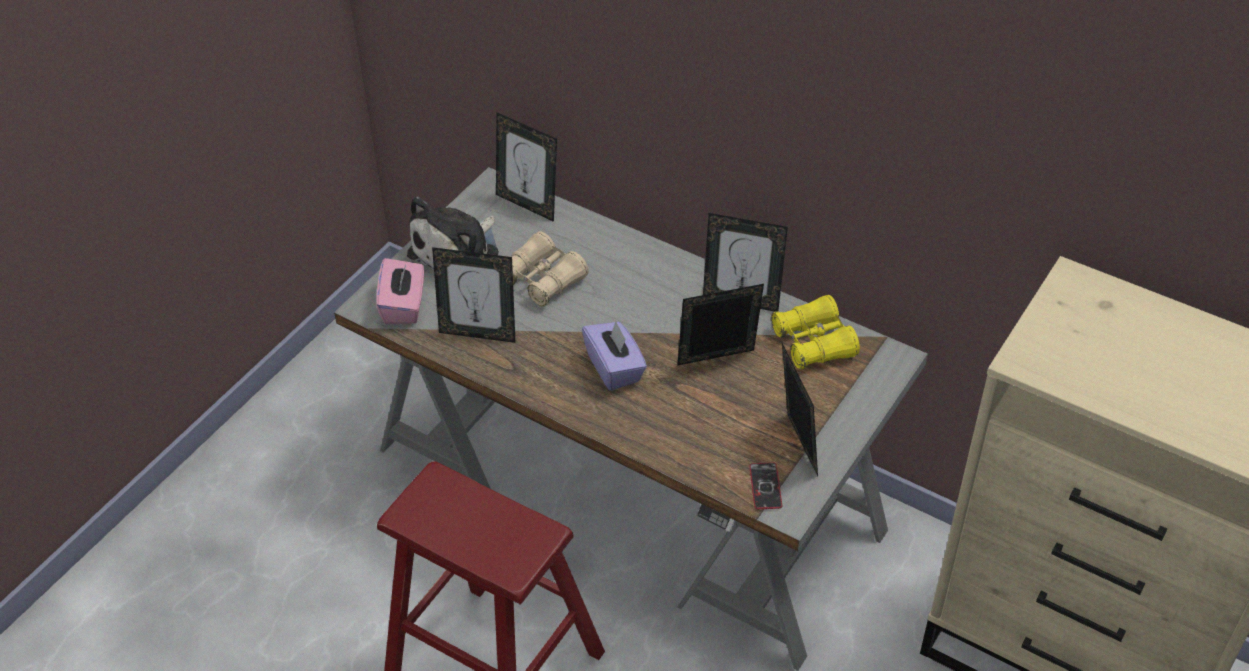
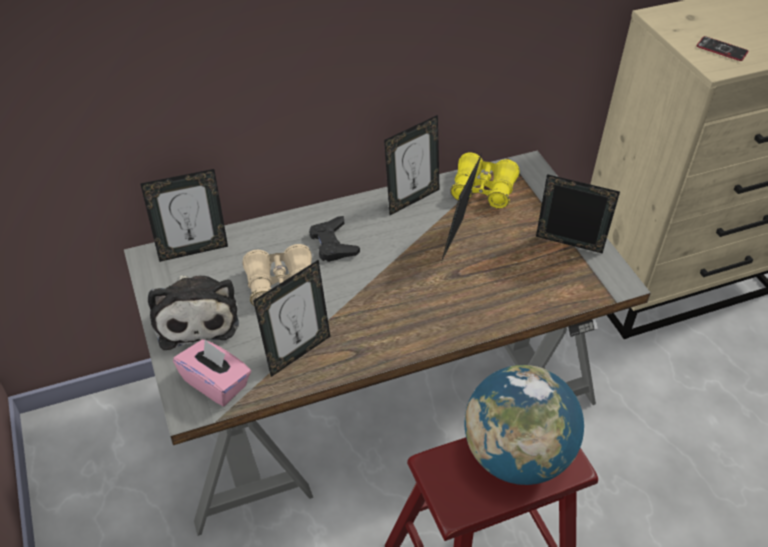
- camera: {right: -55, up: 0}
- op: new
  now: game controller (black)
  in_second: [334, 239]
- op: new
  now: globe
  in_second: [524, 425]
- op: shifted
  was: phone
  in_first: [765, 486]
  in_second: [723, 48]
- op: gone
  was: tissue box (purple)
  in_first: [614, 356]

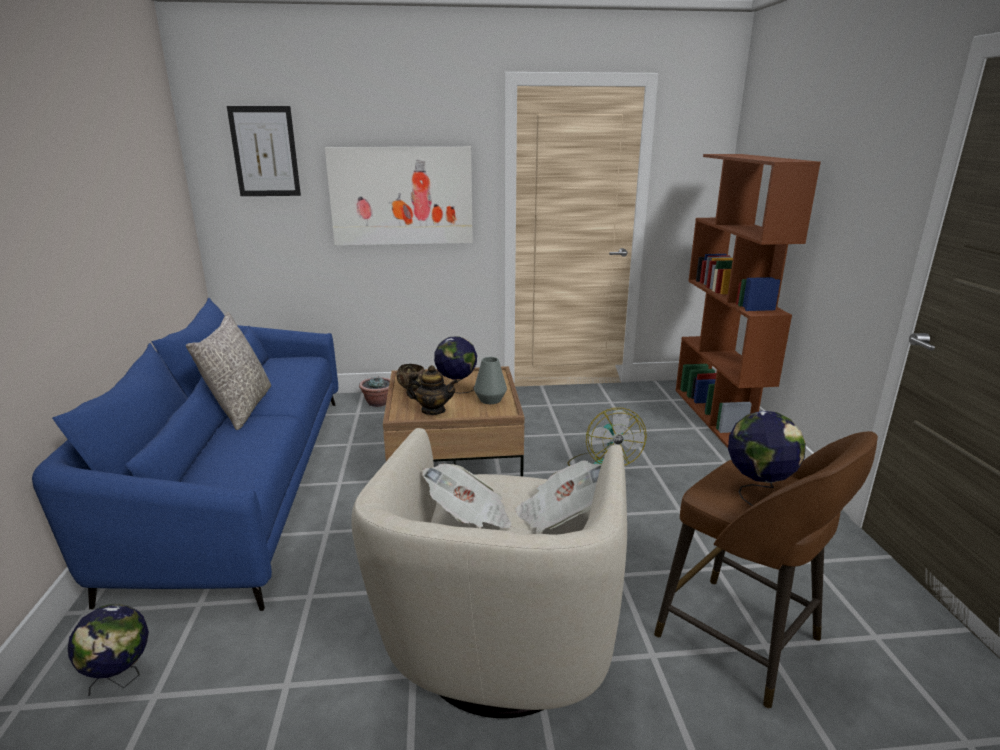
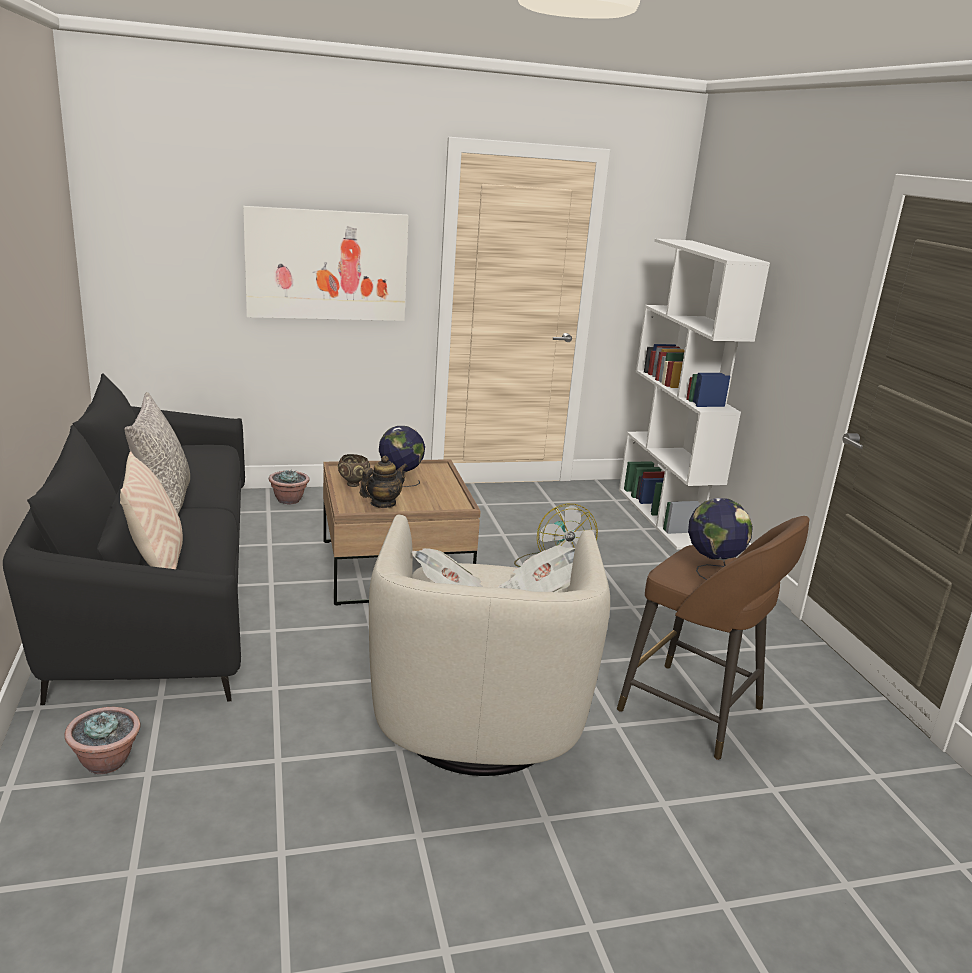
- camera: {right: -10, up: 0}
- op: repainted
  was: sofa (blue)
  now: sofa (black)
  in_first: [185, 454]
  in_second: [124, 539]
- op: swapped
  was: globe
  now: potted plant
  in_first: [108, 650]
  in_second: [102, 740]
- op: new
  now: pillow (beige)
  in_second: [151, 510]
- op: rotated
  was: teapot
  in_first: [432, 390]
  in_second: [383, 481]
  clockwise: -45
- op: repainted
  was: bookcase (brown)
  now: bookcase (white)
  in_first: [748, 301]
  in_second: [694, 394]
- op: gone
  was: picture
  in_first: [264, 151]
- op: gone
  was: vase (grey)
  in_first: [490, 380]

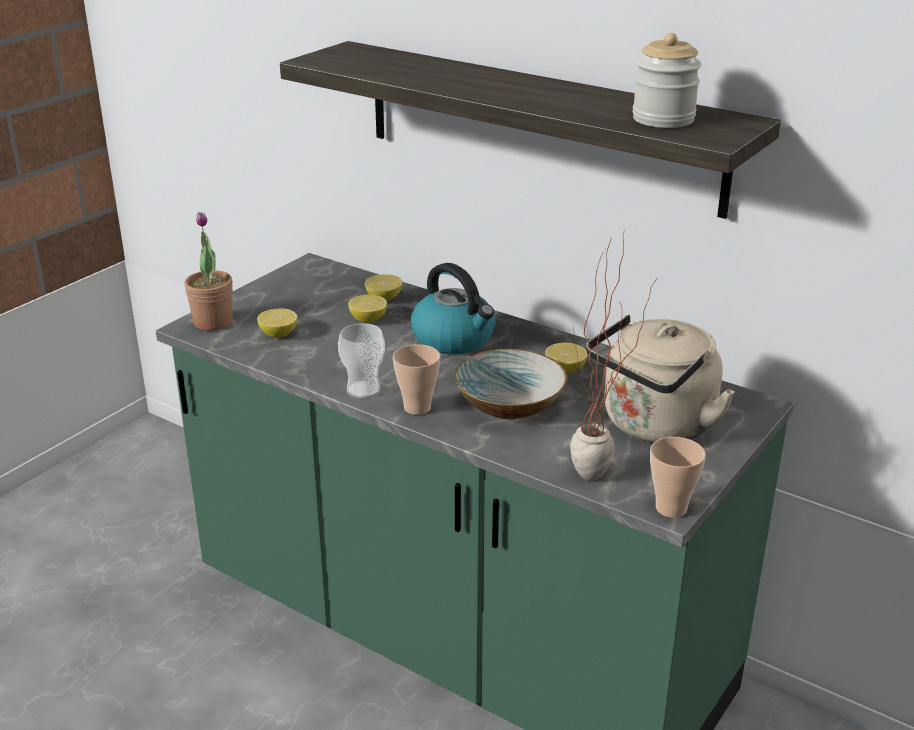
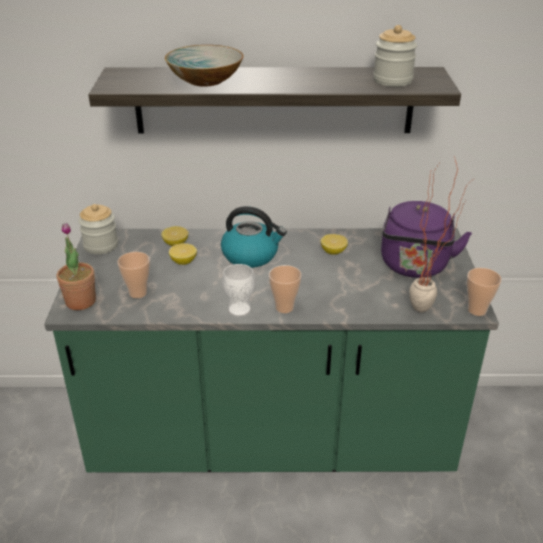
- camera: {right: -35, up: 5}
- op: new
  now: jar
  in_second: [98, 229]
- op: swapped
  was: lemon
  now: cup
  in_first: [277, 323]
  in_second: [133, 275]
- op: shifted
  was: bowl
  in_first: [510, 384]
  in_second: [204, 66]
- op: repainted
  was: kettle (beige)
  now: kettle (purple)
  in_first: [660, 379]
  in_second: [426, 239]

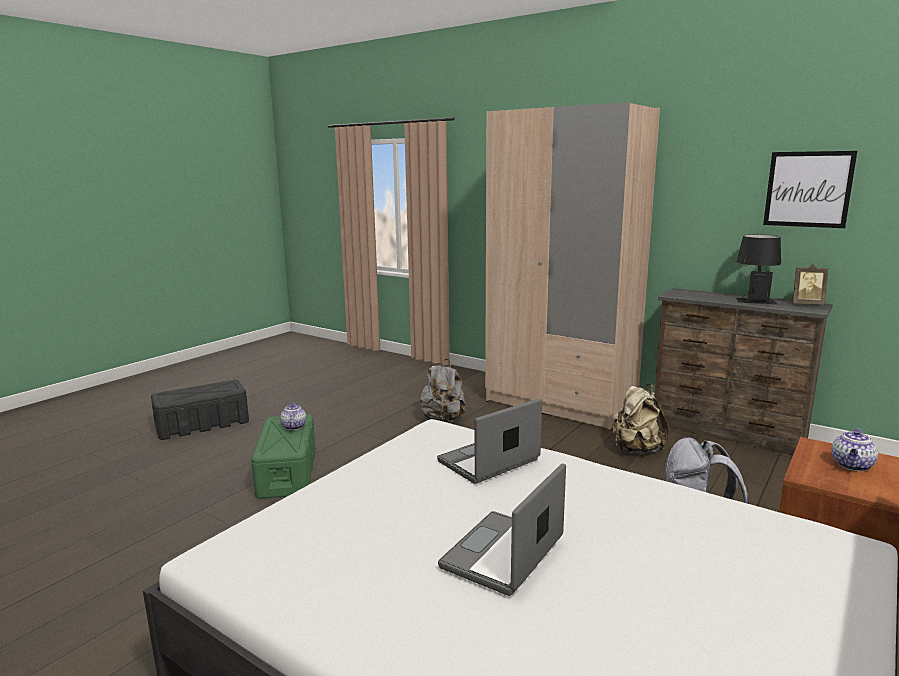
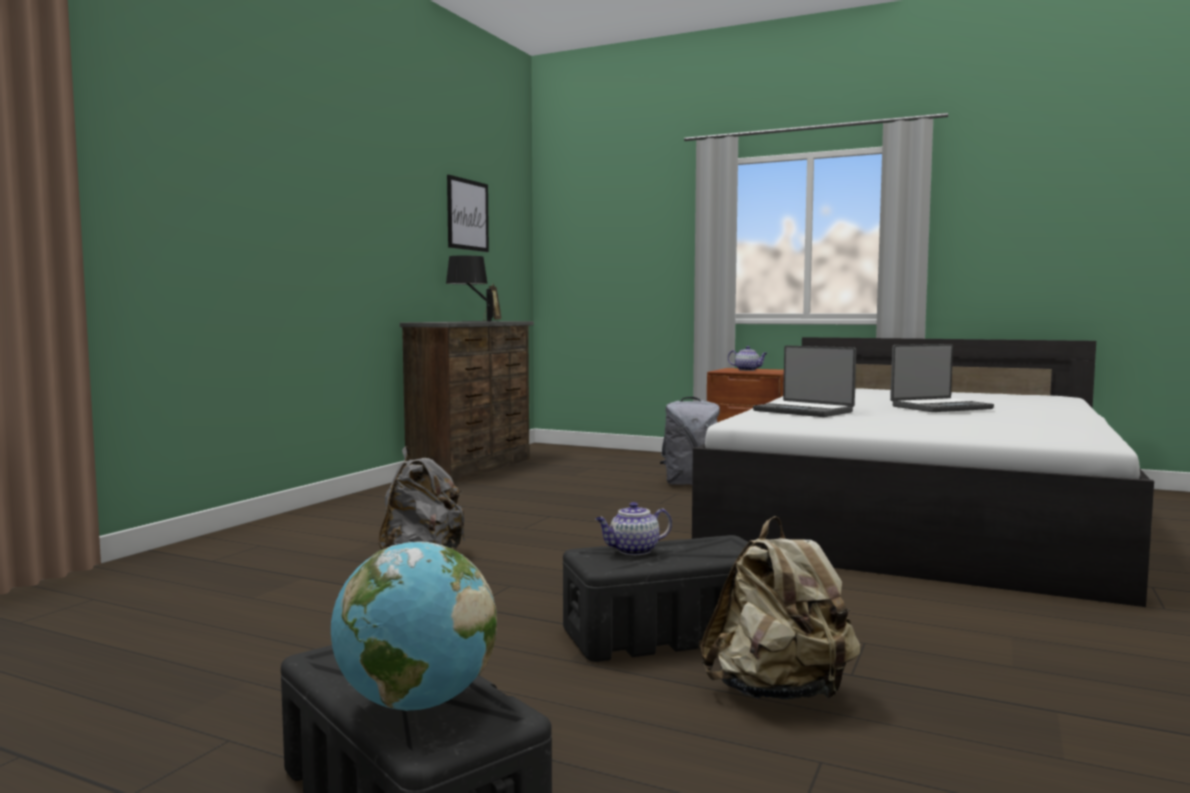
- camera: {right: -100, up: -10}
- op: new
  now: globe
  in_second: [414, 626]
- op: repainted
  was: storage box (green)
  now: storage box (black)
  in_first: [283, 457]
  in_second: [655, 598]
- op: shifted
  was: backpack (beige)
  in_first: [640, 418]
  in_second: [780, 608]
- op: rotated
  was: laptop
  in_first: [502, 529]
  in_second: [942, 378]
  clockwise: -45
- op: gone
  was: wardrobe (beige)
  in_first: [572, 266]

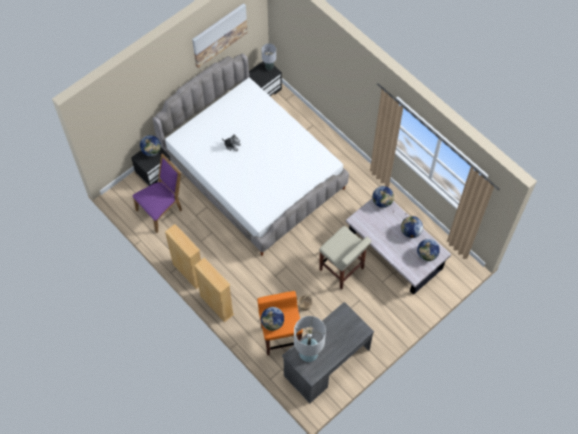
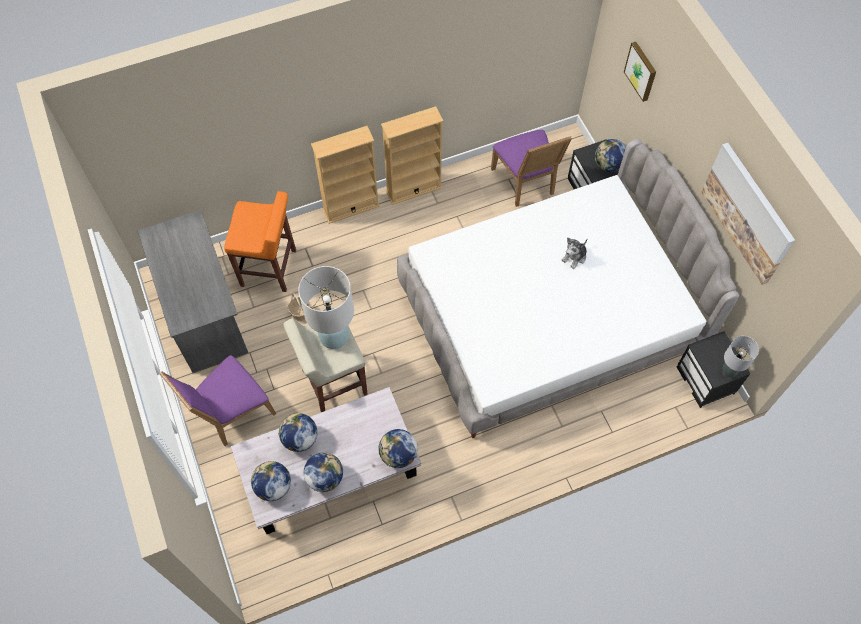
- camera: {right: 110, up: 0}
- op: new
  now: chair (purple)
  in_second: [217, 400]
- op: shifted
  was: globe
  in_first: [272, 319]
  in_second: [298, 432]
- op: shifted
  was: table lamp (white)
  in_first: [310, 339]
  in_second: [326, 307]
- op: new
  now: picture
  in_second: [640, 72]

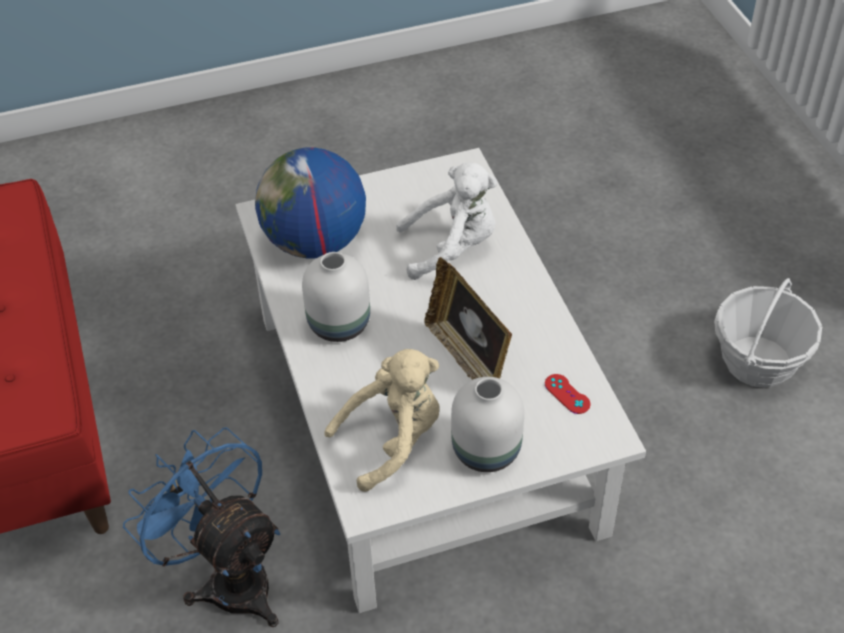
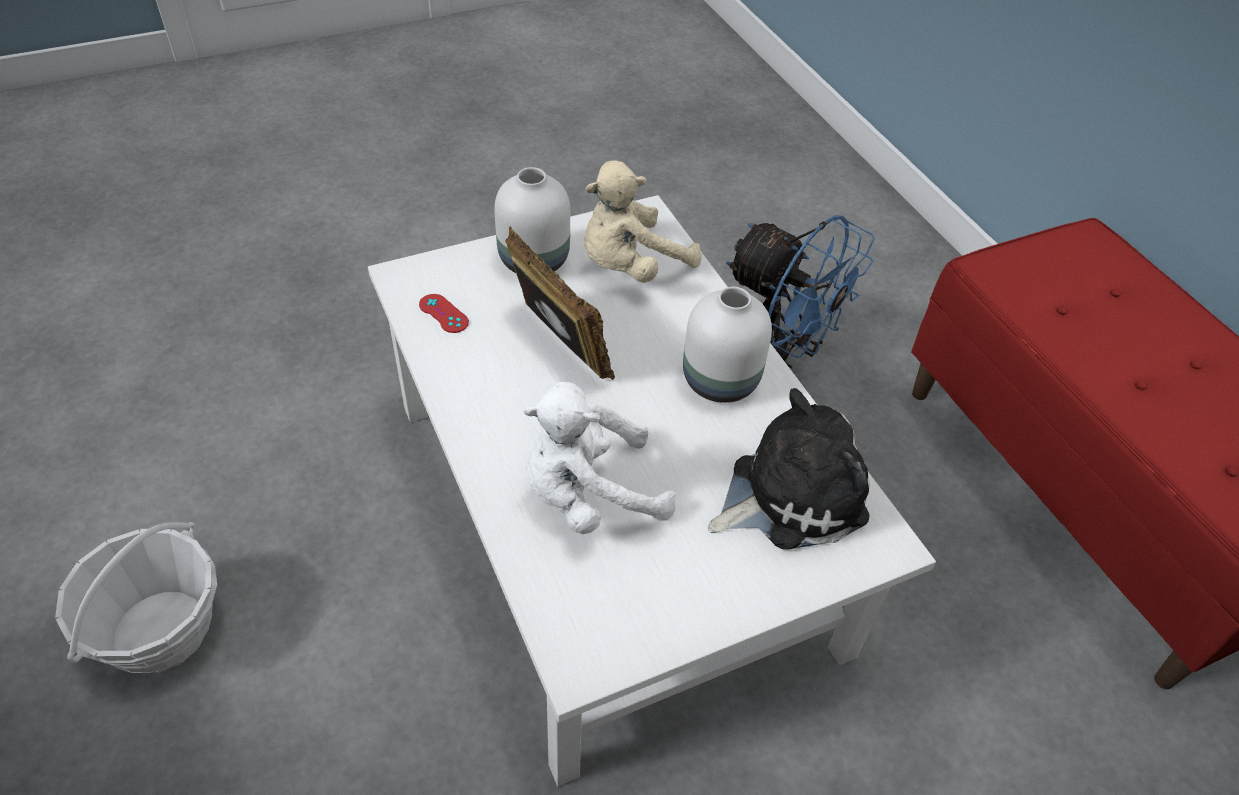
- camera: {right: 170, up: 0}
- op: swapped
  was: globe
  now: plush toy
  in_first: [310, 202]
  in_second: [789, 469]

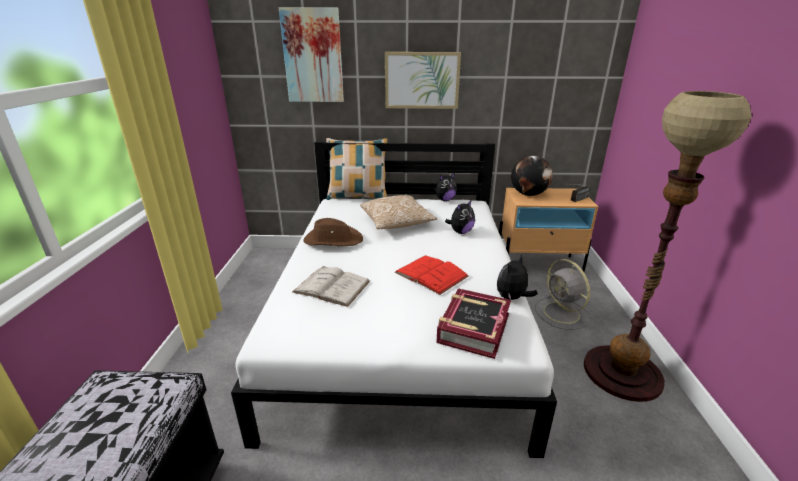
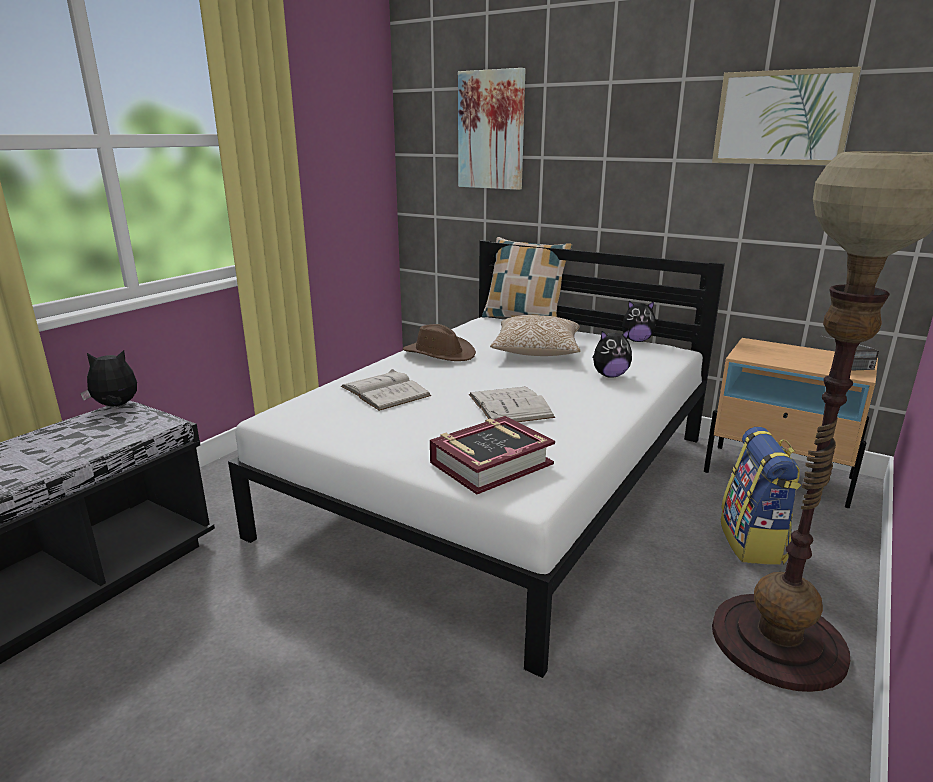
- camera: {right: 30, up: -5}
- op: shifted
  was: plush toy
  in_first: [517, 277]
  in_second: [108, 378]
- op: repainted
  was: book (red)
  now: book (white)
  in_first: [432, 275]
  in_second: [512, 404]
- op: shifted
  was: picture
  in_first: [423, 80]
  in_second: [786, 115]
- op: swapped
  was: fan (grey)
  now: backpack
  in_first: [563, 294]
  in_second: [761, 496]
- op: gone
  was: globe
  in_first: [532, 175]

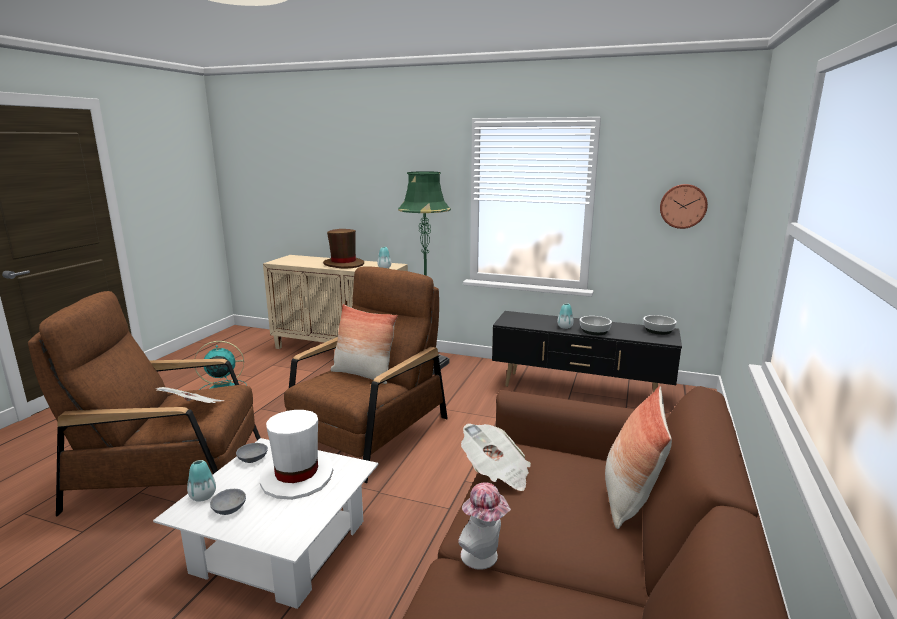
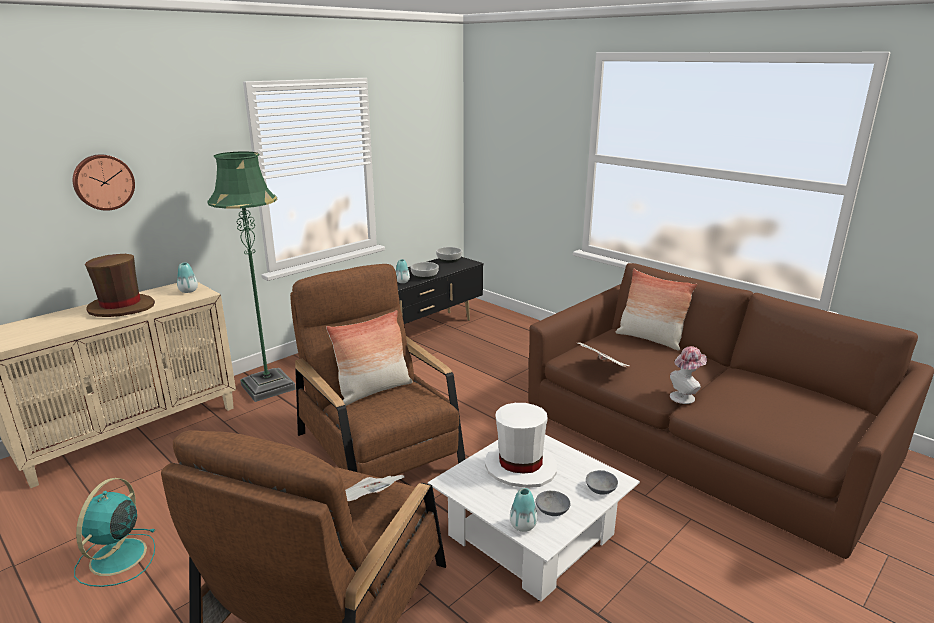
- camera: {right: -65, up: 5}
- op: shifted
  was: wall clock
  in_first: [684, 206]
  in_second: [104, 182]
- op: shifted
  was: bowl (grey)
  in_first: [252, 453]
  in_second: [602, 482]

